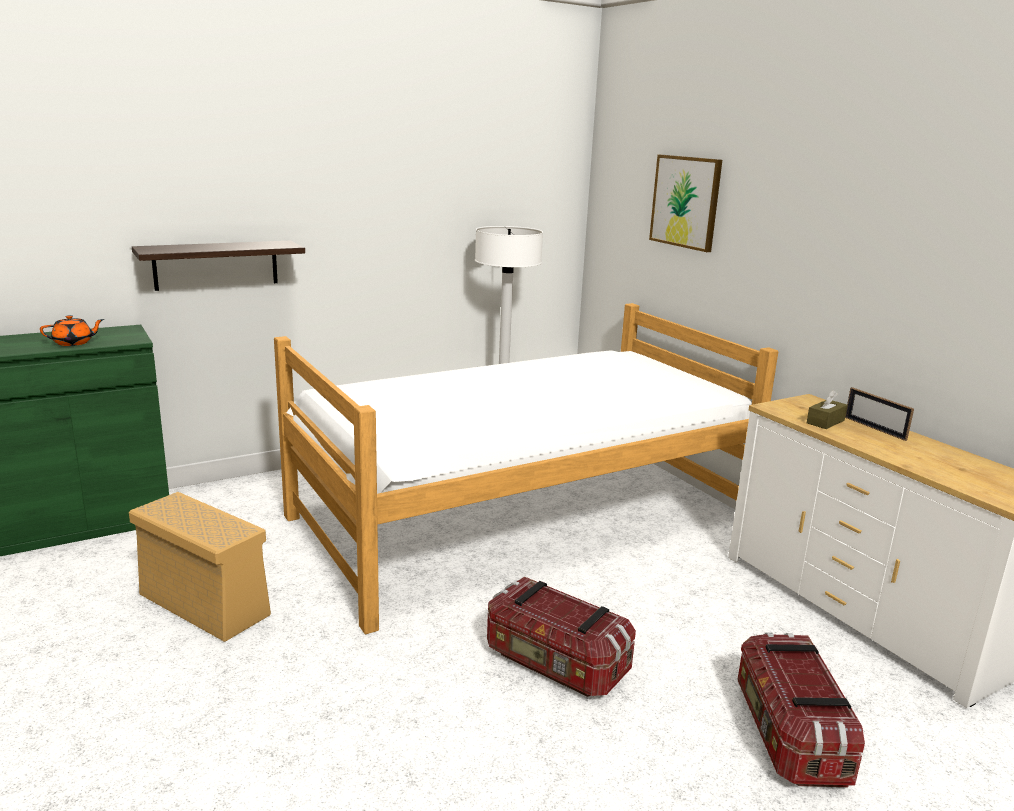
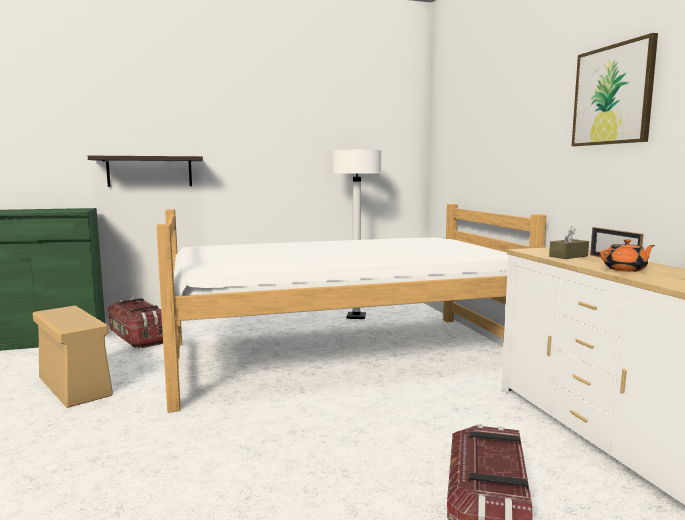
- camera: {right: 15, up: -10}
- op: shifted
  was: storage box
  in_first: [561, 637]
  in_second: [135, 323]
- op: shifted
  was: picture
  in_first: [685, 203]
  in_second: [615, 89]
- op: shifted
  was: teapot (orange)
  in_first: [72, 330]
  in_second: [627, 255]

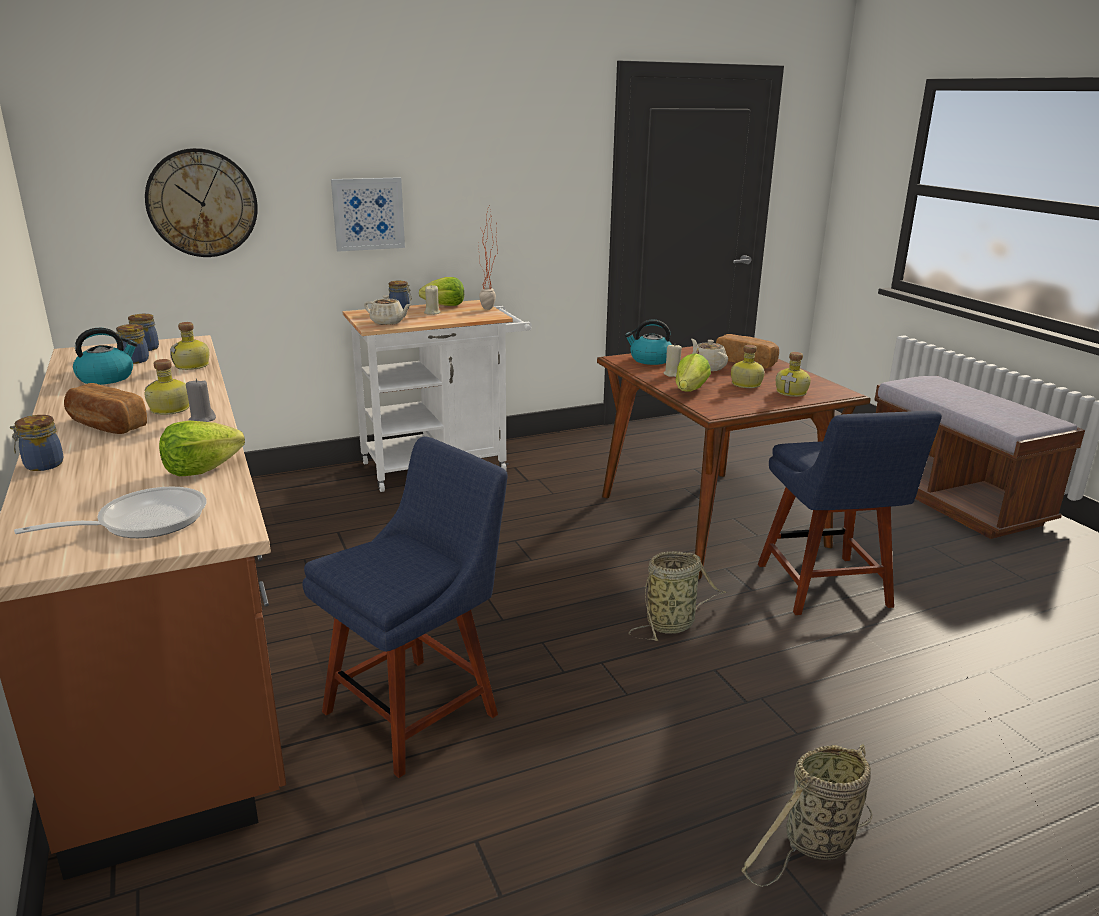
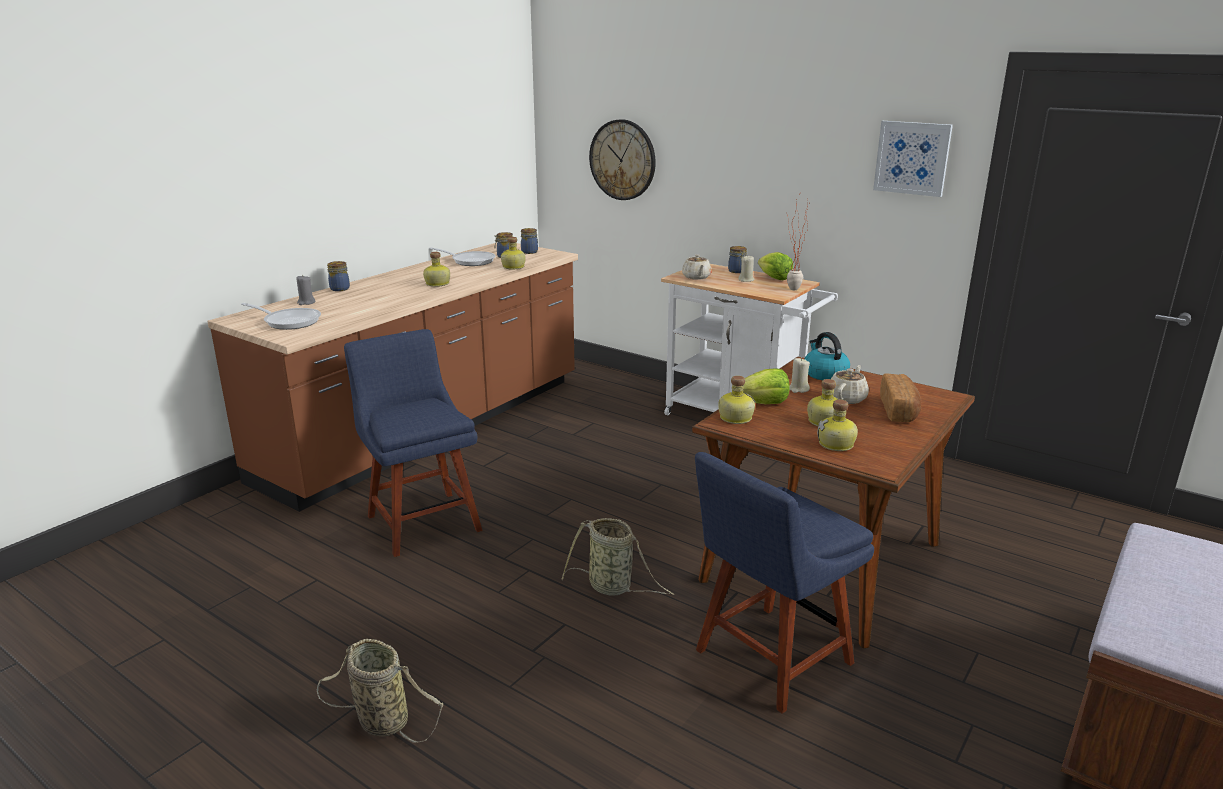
- camera: {right: 60, up: 0}
- op: shifted
  was: candle (grey)
  in_first: [201, 400]
  in_second: [306, 290]
- op: rotated
  was: chair (blue)
  in_first: [405, 607]
  in_second: [413, 443]
  clockwise: -135
- op: swapped
  was: kettle
  now: frying pan
  in_first: [105, 356]
  in_second: [462, 256]
- op: new
  now: bottle
  in_second: [736, 400]
- op: shifted
  was: picture
  in_first: [368, 214]
  in_second: [913, 159]
- op: gone
  was: bread
  in_first: [105, 408]
- op: gone
  was: lettuce
  in_first: [202, 448]

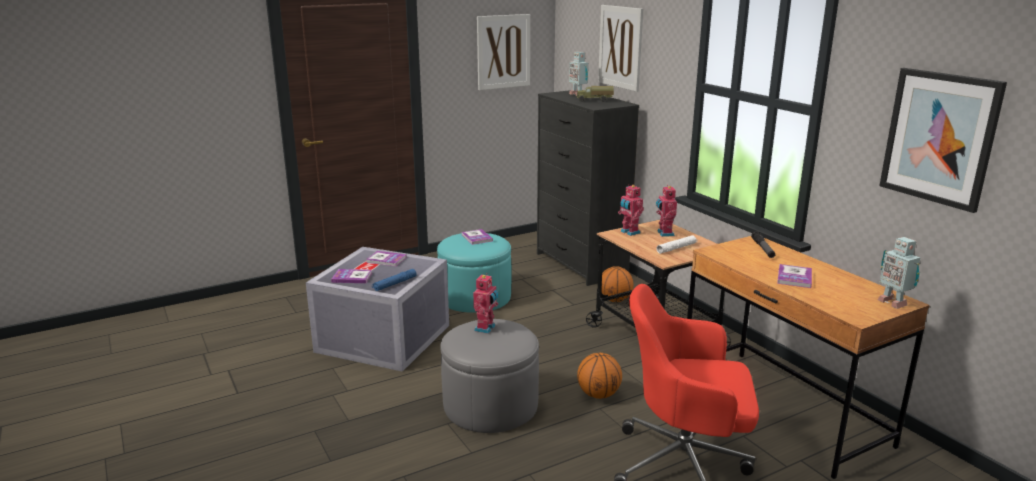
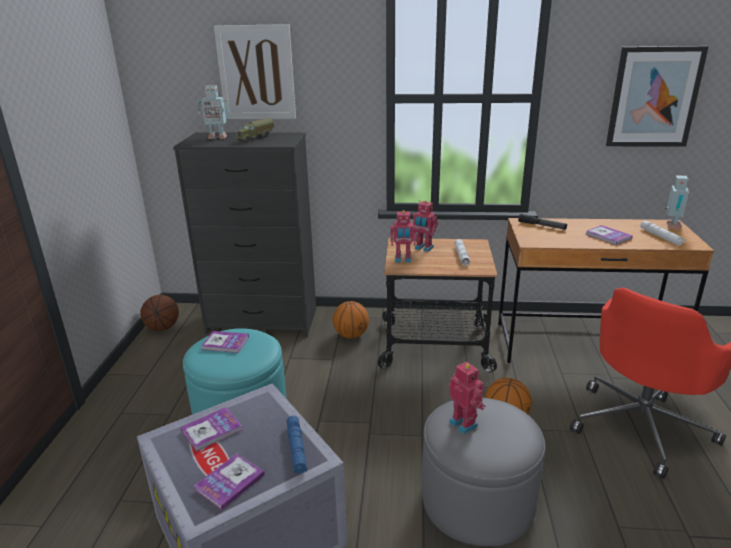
- camera: {right: -55, up: 5}
- op: new
  now: basketball
  in_second: [159, 313]
- op: new
  now: flashlight (white)
  in_second: [662, 233]
- op: rotated
  was: toy robot
  in_first: [899, 273]
  in_second: [677, 202]
  clockwise: -75
- op: gone
  was: picture
  in_first: [503, 52]

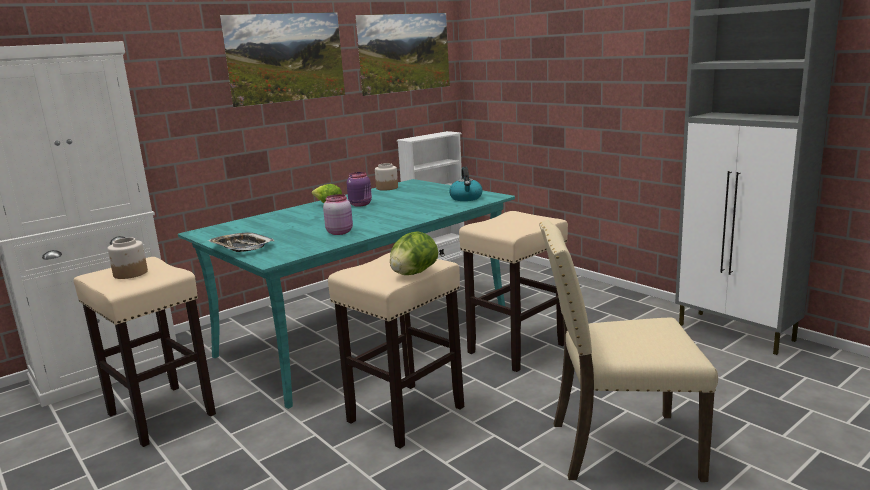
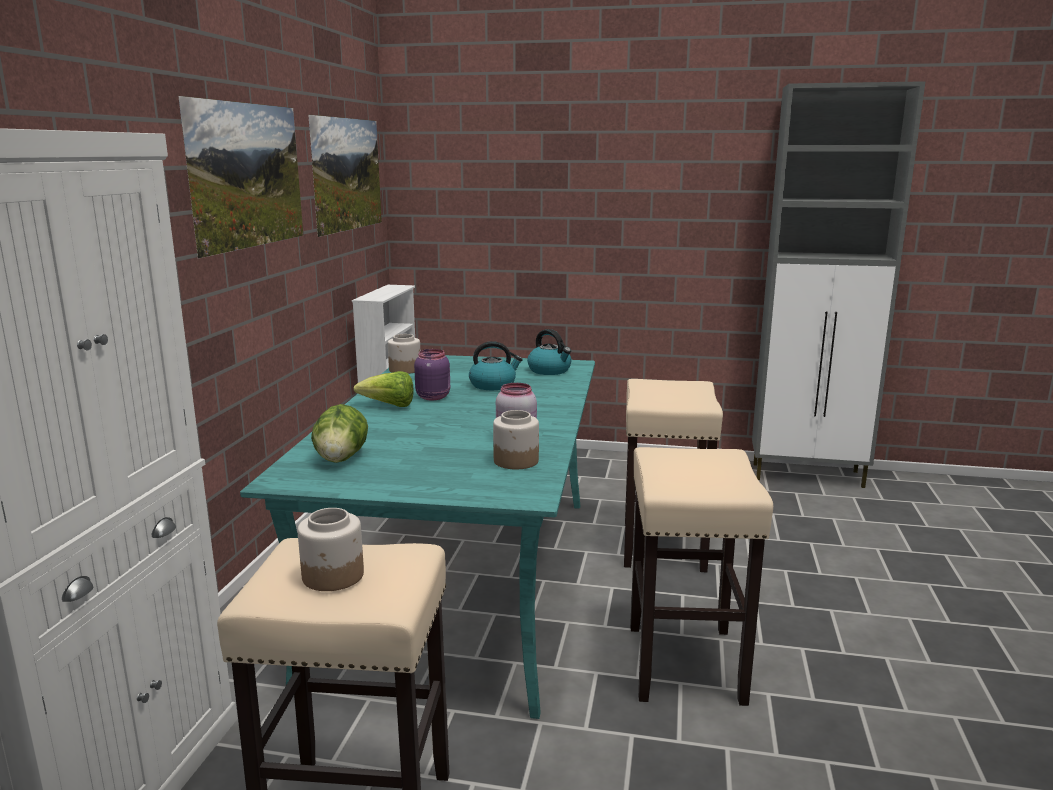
- camera: {right: -40, up: 0}
- op: shifted
  was: lettuce
  in_first: [414, 253]
  in_second: [339, 433]
- op: new
  now: kettle
  in_second: [496, 365]
- op: new
  now: jar
  in_second: [516, 440]
- op: gone
  was: tray
  in_first: [241, 242]
- op: gone
  was: chair (beige)
  in_first: [628, 351]

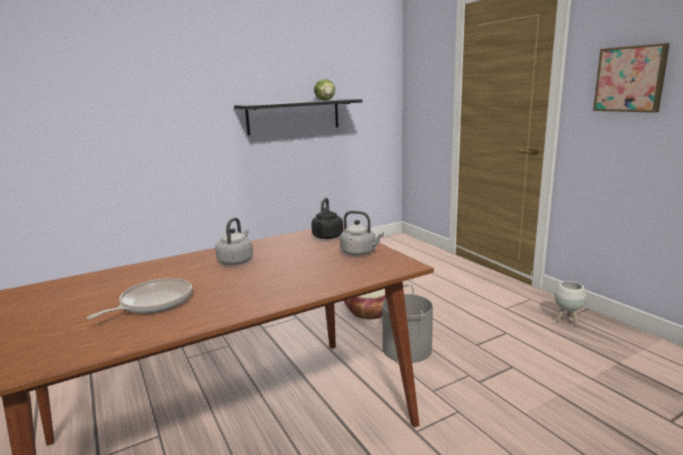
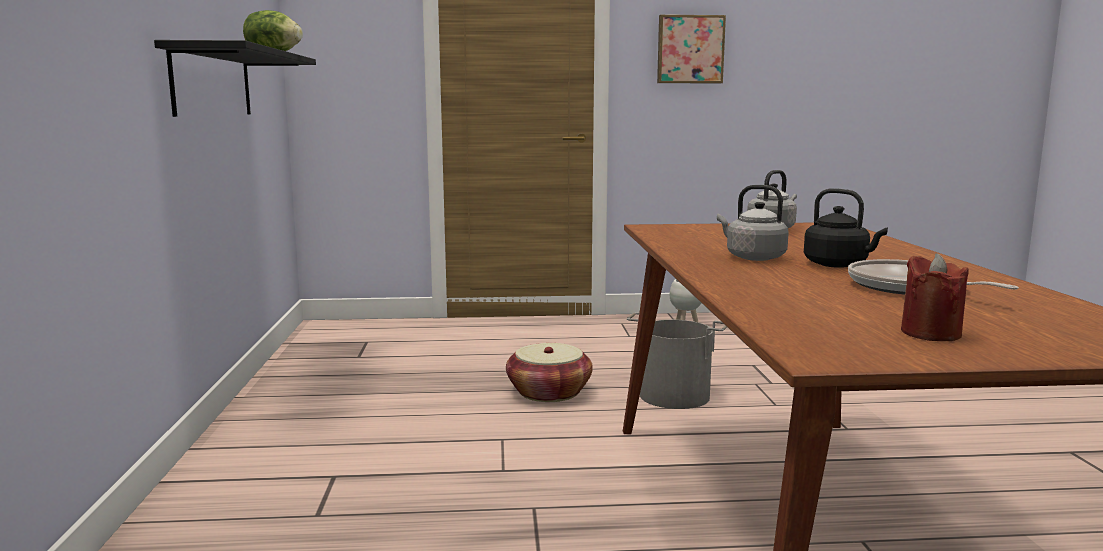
- camera: {right: -65, up: -5}
- op: shifted
  was: kettle (black)
  in_first: [327, 218]
  in_second: [846, 228]
- op: new
  now: candle (red)
  in_second: [935, 297]

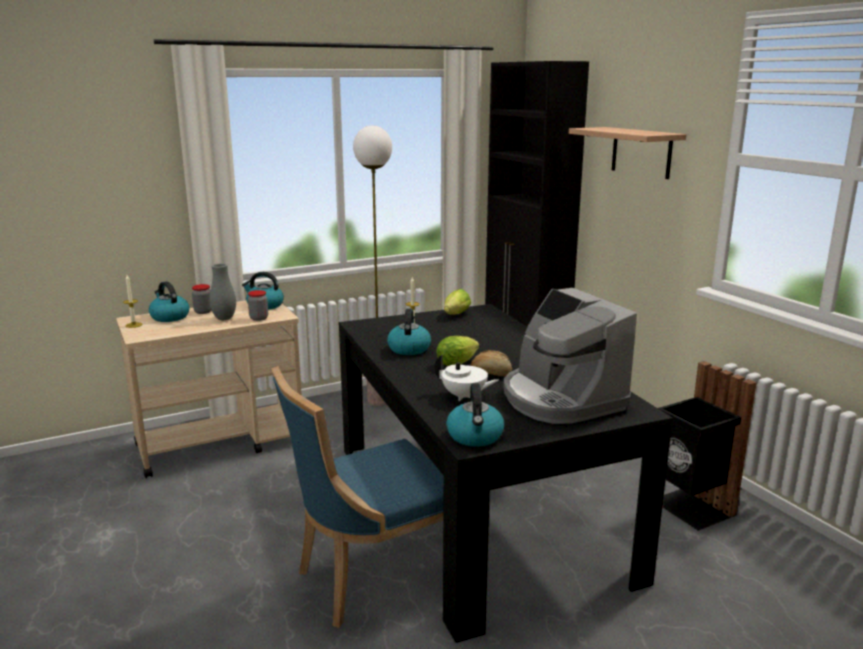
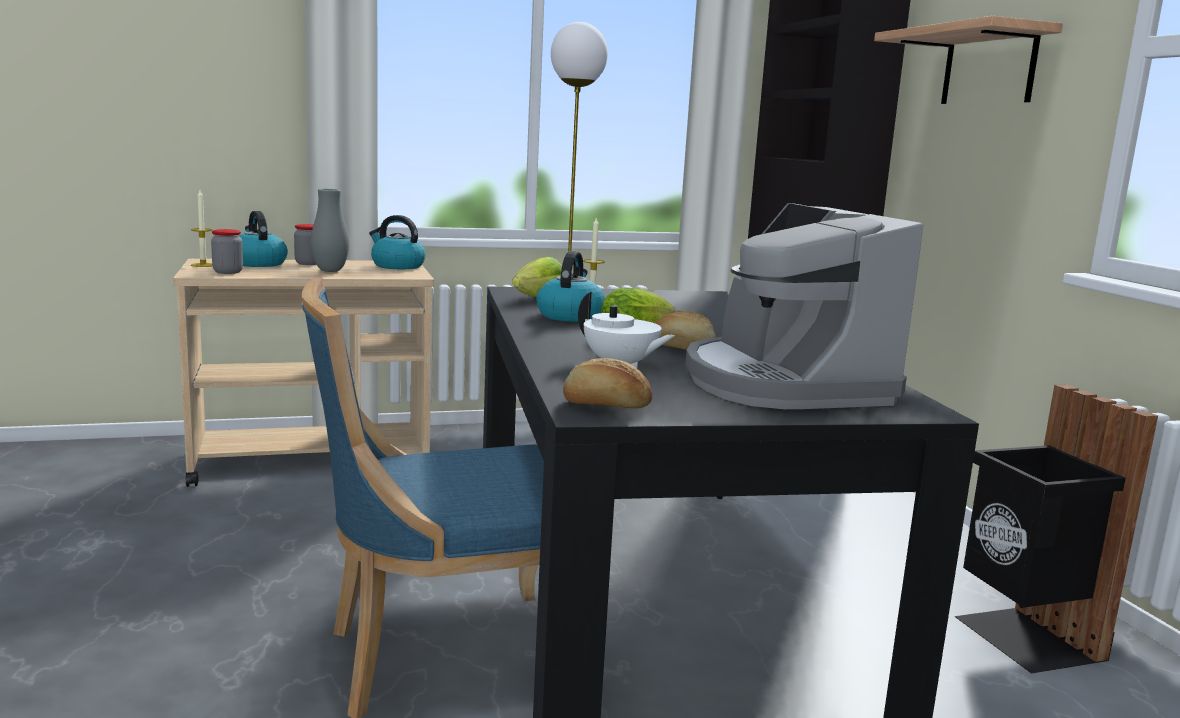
- camera: {right: 10, up: -5}
- op: shifted
  was: jar
  in_first: [258, 305]
  in_second: [227, 251]
- op: shifted
  was: lettuce
  in_first: [457, 302]
  in_second: [537, 277]
- op: swapped
  was: kettle
  now: bread
  in_first: [475, 415]
  in_second: [607, 383]

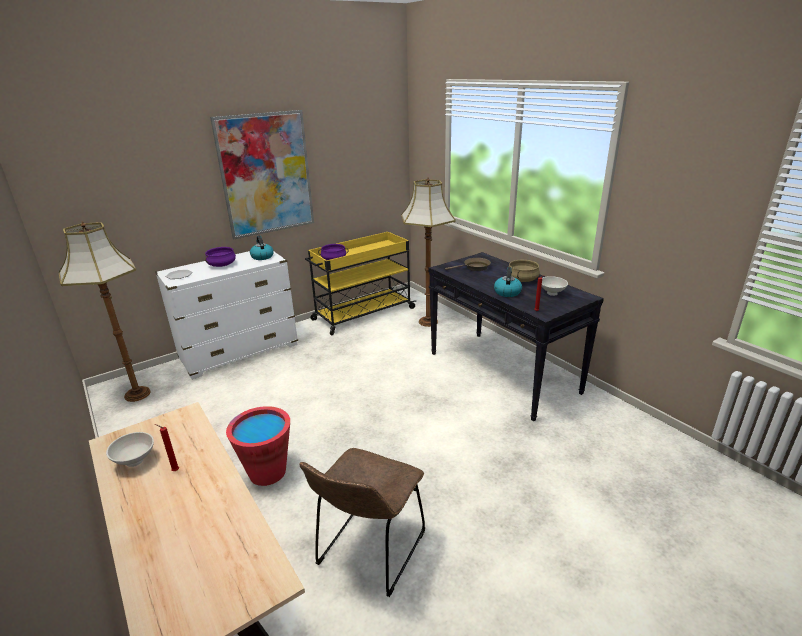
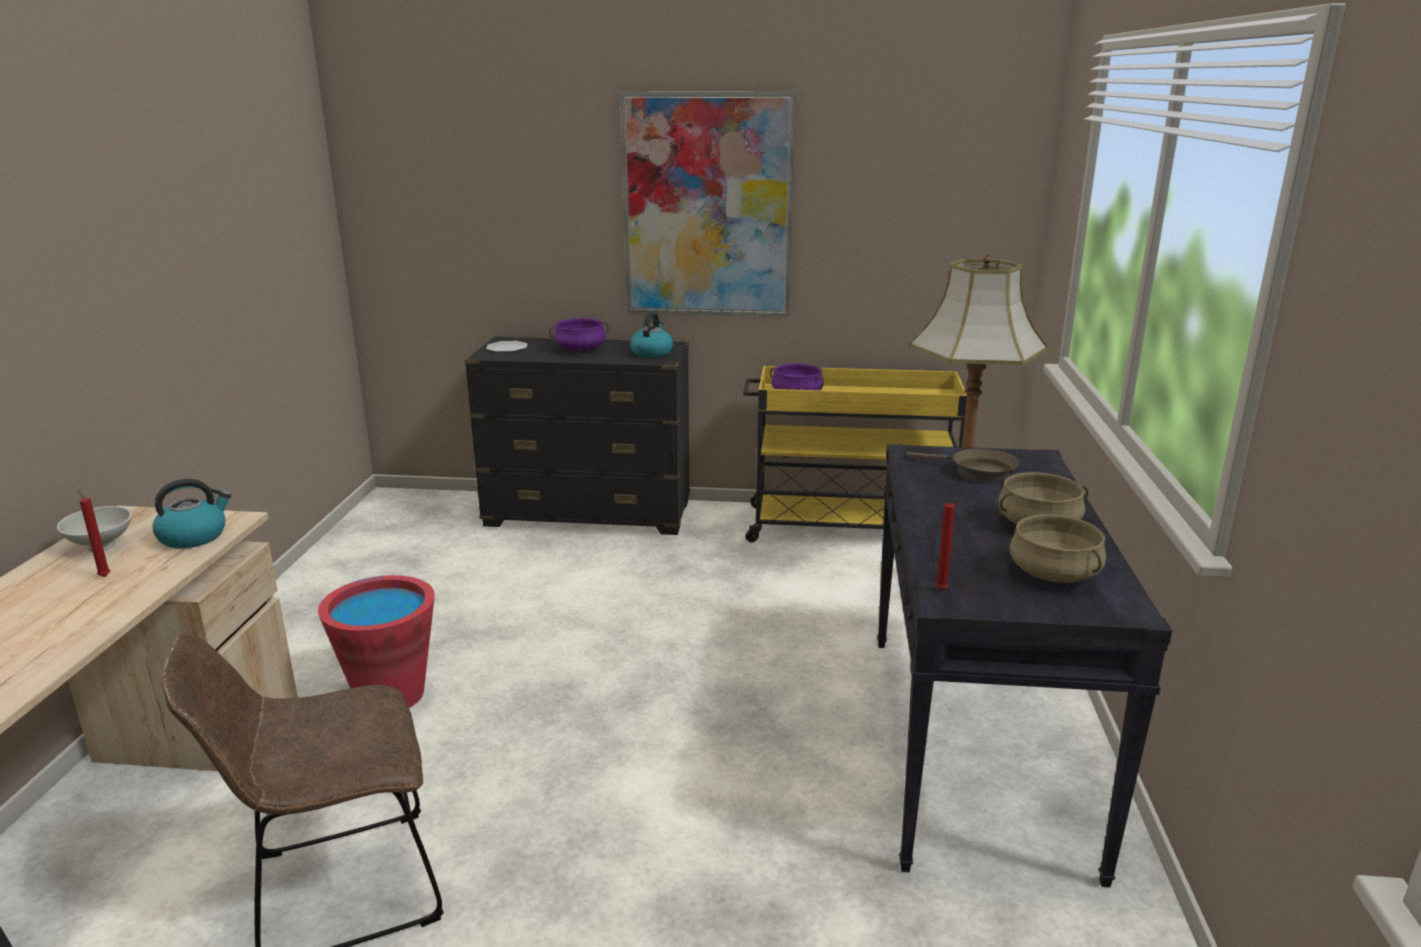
- camera: {right: 40, up: -5}
- op: shifted
  was: kettle
  in_first: [508, 282]
  in_second: [192, 513]
- op: repainted
  was: dresser (white)
  now: dresser (black)
  in_first: [226, 315]
  in_second: [577, 435]
- op: swapped
  was: bowl (white)
  now: cooking pot (beige)
  in_first: [555, 286]
  in_second: [1057, 548]
- op: gone
  was: floor lamp
  in_first: [105, 311]

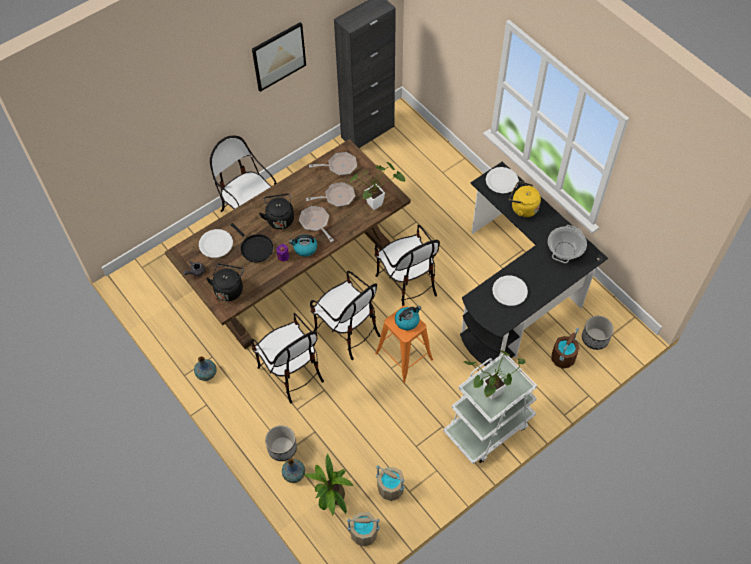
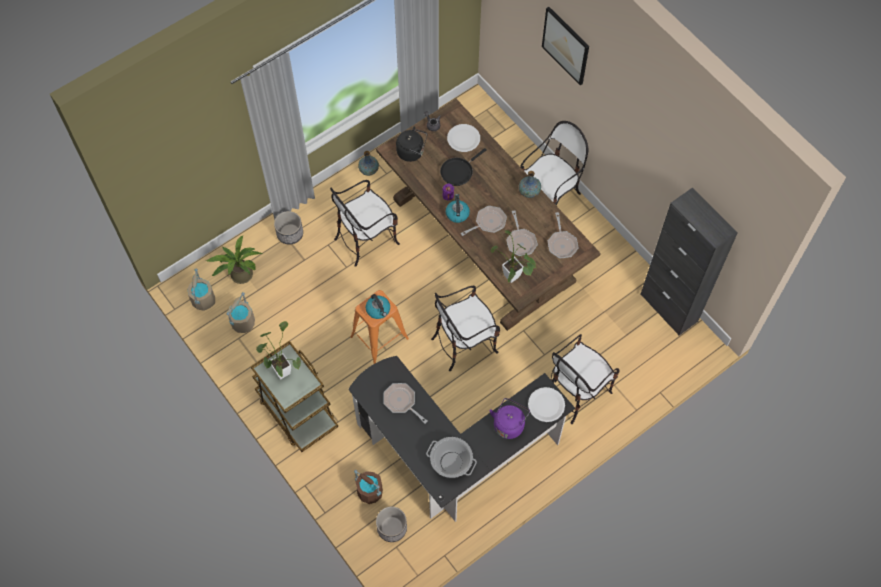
- camera: {right: 90, up: 5}
- op: repainted
  was: cart (white)
  now: cart (brown)
  in_first: [490, 408]
  in_second: [294, 396]
- op: swapped
  was: plate (white)
  now: frying pan
  in_first: [510, 290]
  in_second: [405, 403]
- op: repainted
  was: kettle (yellow)
  now: kettle (purple)
  in_first: [525, 199]
  in_second: [509, 418]
- op: shifted
  was: vase
  in_first: [293, 471]
  in_second: [530, 184]
- op: shifted
  was: picture
  in_first: [279, 57]
  in_second: [565, 46]
- op: shifted
  was: chair
  in_first: [345, 315]
  in_second: [585, 379]
- op: gone
  was: kettle (black)
  in_first: [276, 211]

